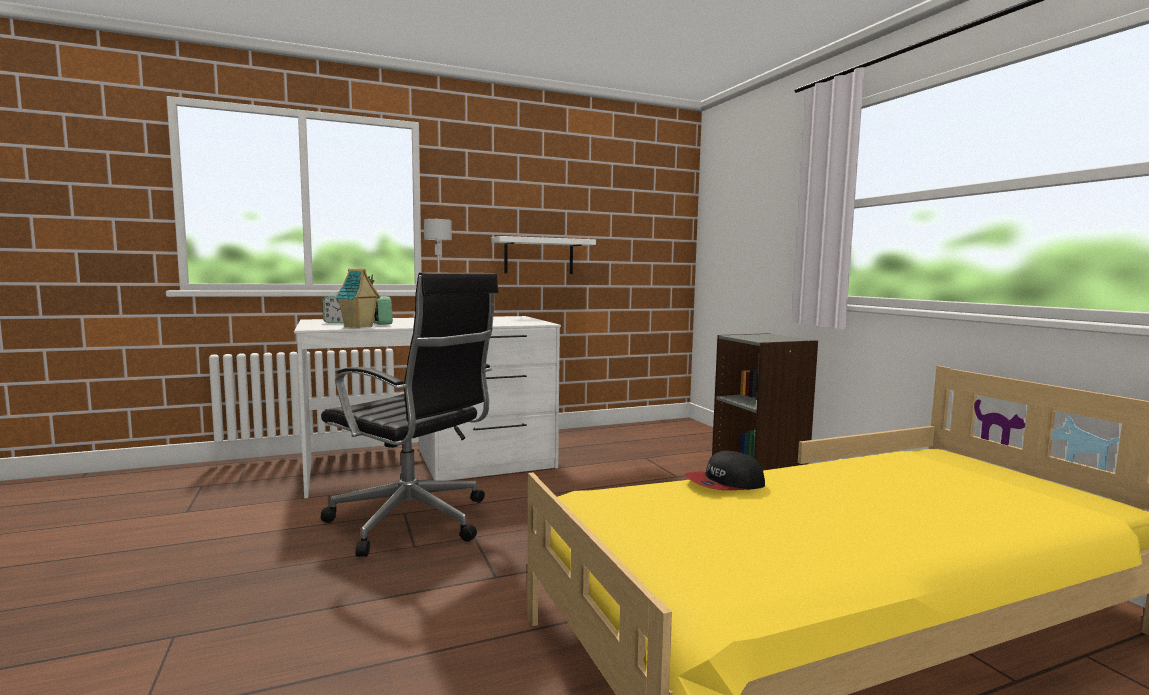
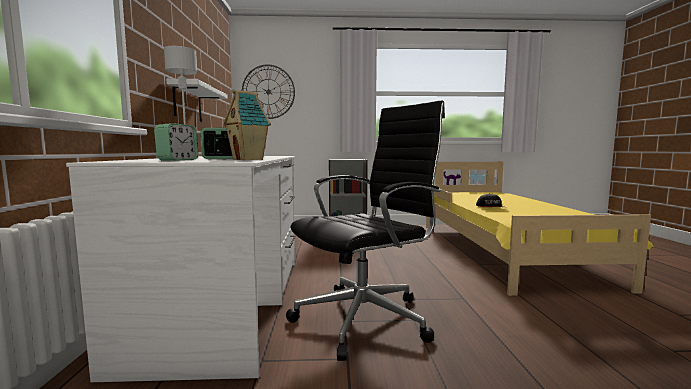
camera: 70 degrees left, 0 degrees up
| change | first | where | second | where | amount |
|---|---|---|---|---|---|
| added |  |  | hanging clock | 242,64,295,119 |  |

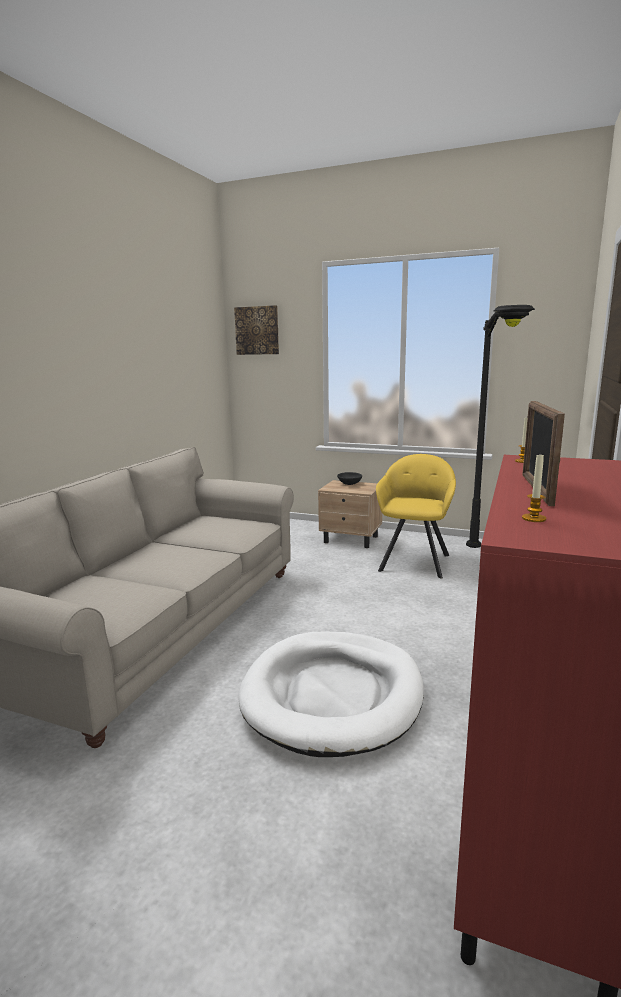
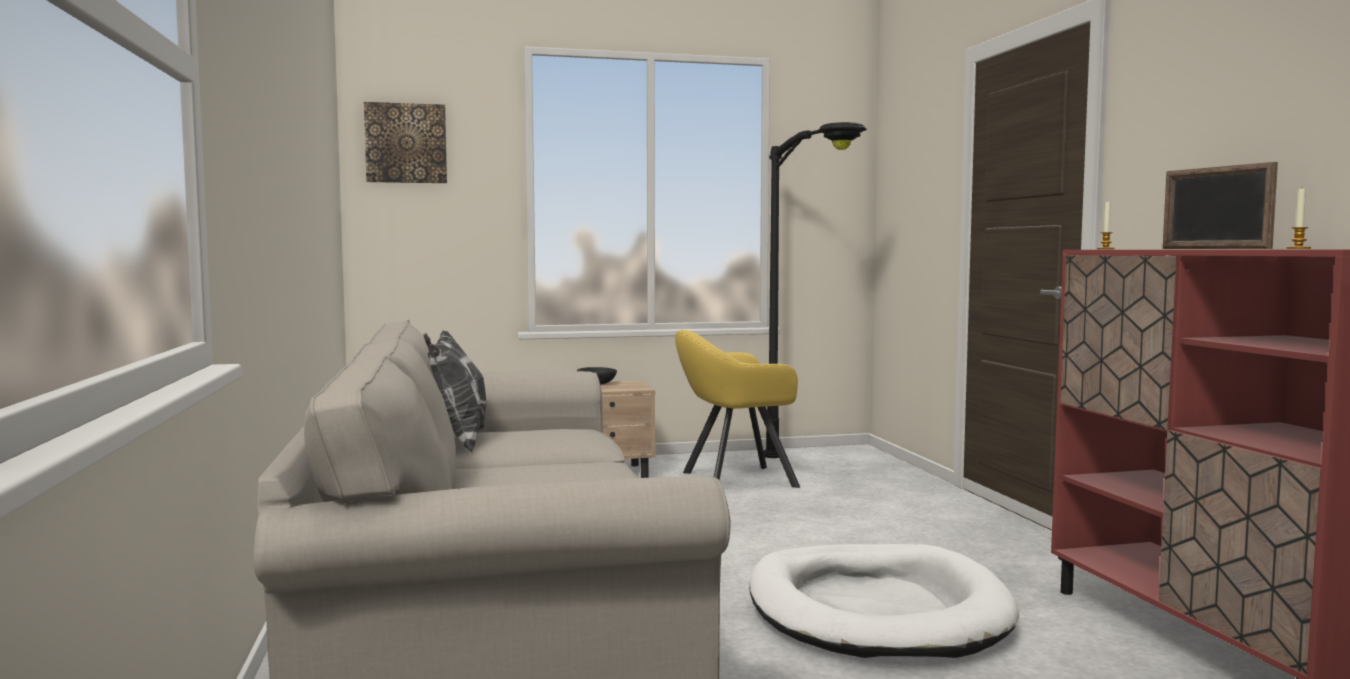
camera: 35 degrees left, 10 degrees down
| change | first | where | second | where | amount |
|---|---|---|---|---|---|
| turned | yellowish easy chair | 376,454,456,579 |  | 675,330,800,488 | 90 degrees counterclockwise |
| added |  |  | pillow | 423,330,487,452 |  |

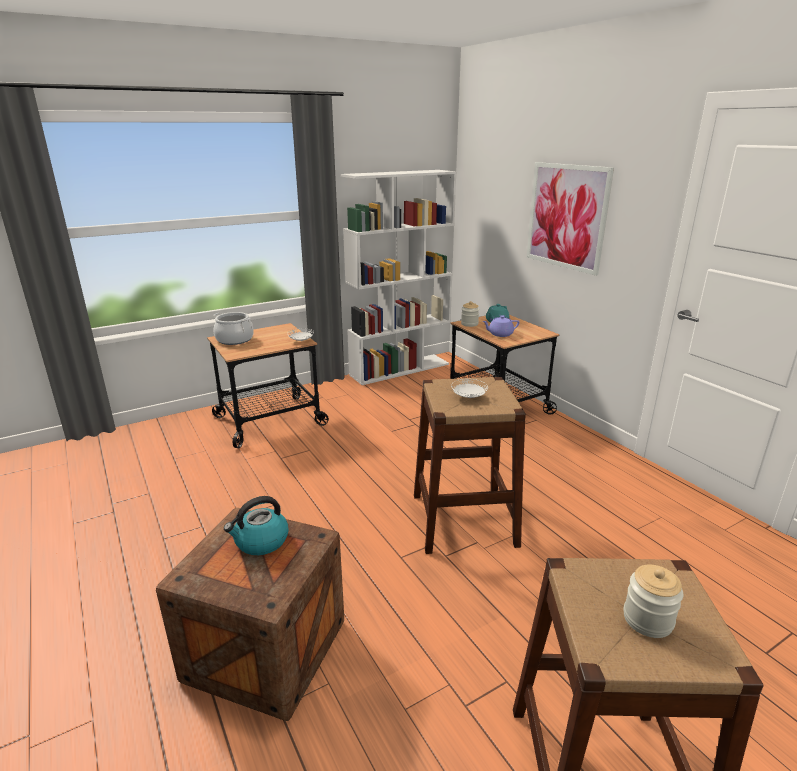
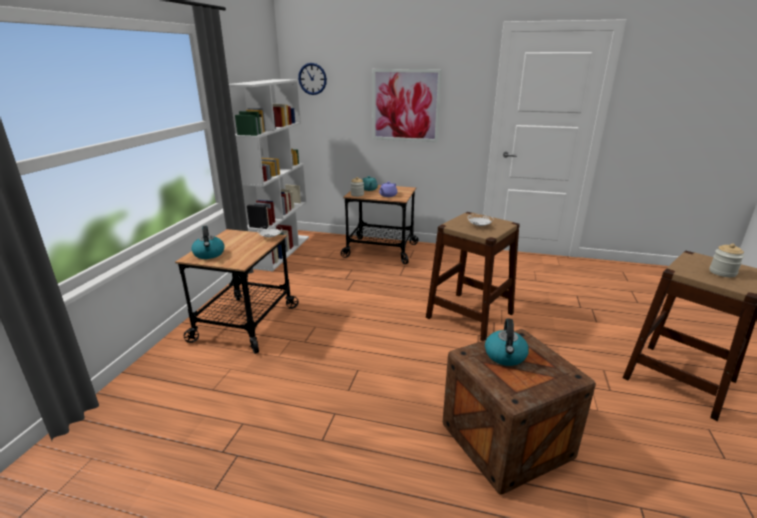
camera: 45 degrees left, 0 degrees up
| change | first | where | second | where | amount |
|---|---|---|---|---|---|
| replaced | cooking pot | 213,312,254,345 | tea kettle | 191,226,225,259 |  |
| added |  |  | hanging clock | 298,63,327,95 |  |

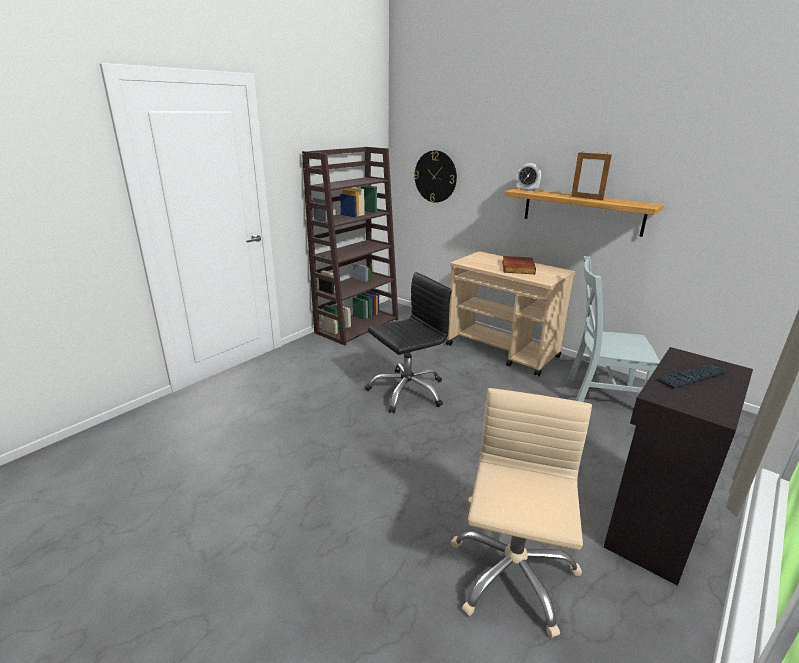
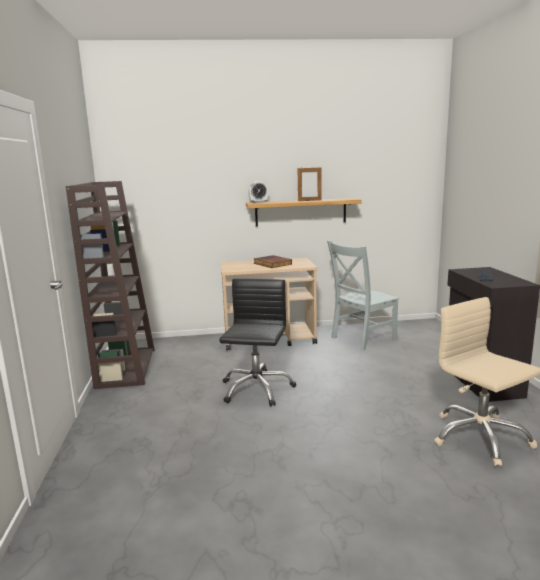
camera: 45 degrees left, 10 degrees down
| change | first | where | second | where | amount |
|---|---|---|---|---|---|
| removed | hanging clock | 414,150,457,203 |  |  |  |

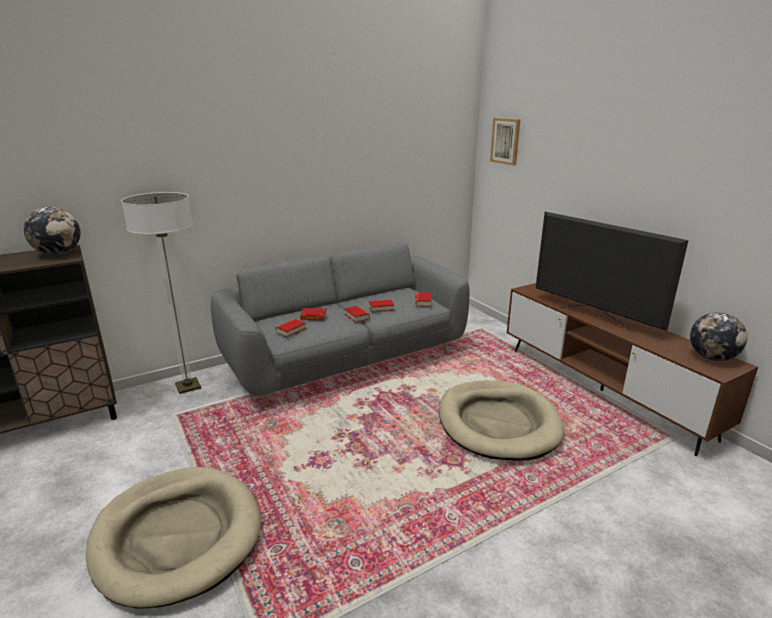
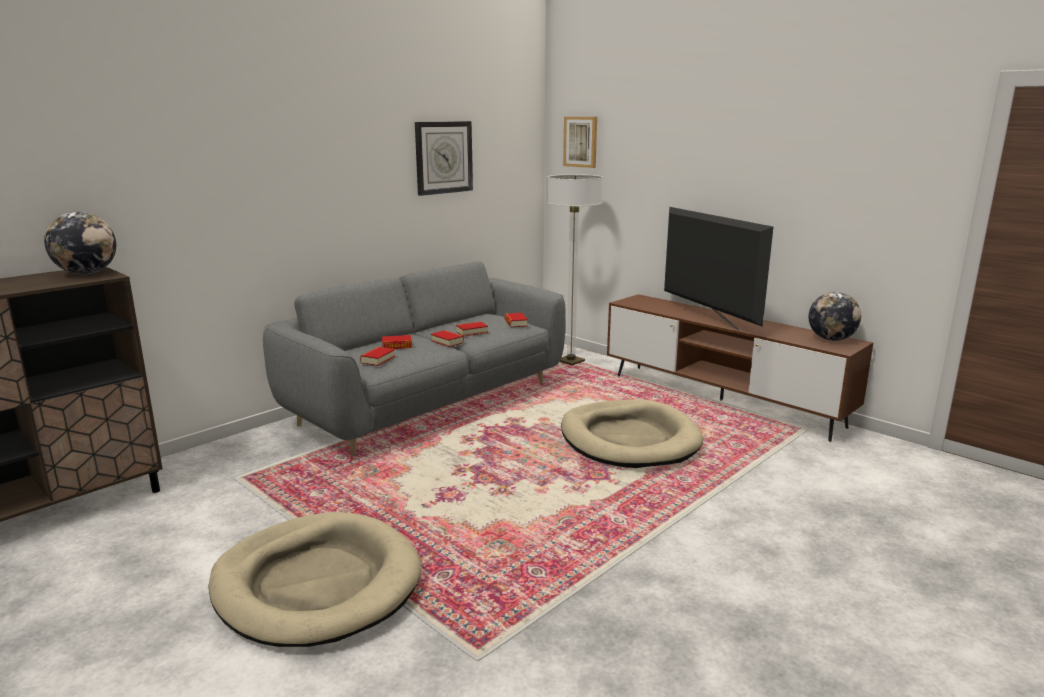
camera: 15 degrees left, 5 degrees down
| change | first | where | second | where | amount |
|---|---|---|---|---|---|
| moved | standard lamp | 121,192,201,394 |  | 547,174,603,366 |  |
| turned | television | 536,212,689,332 |  | 664,207,773,331 | 150 degrees counterclockwise |
| added |  |  | hanging clock | 415,121,473,196 |  |

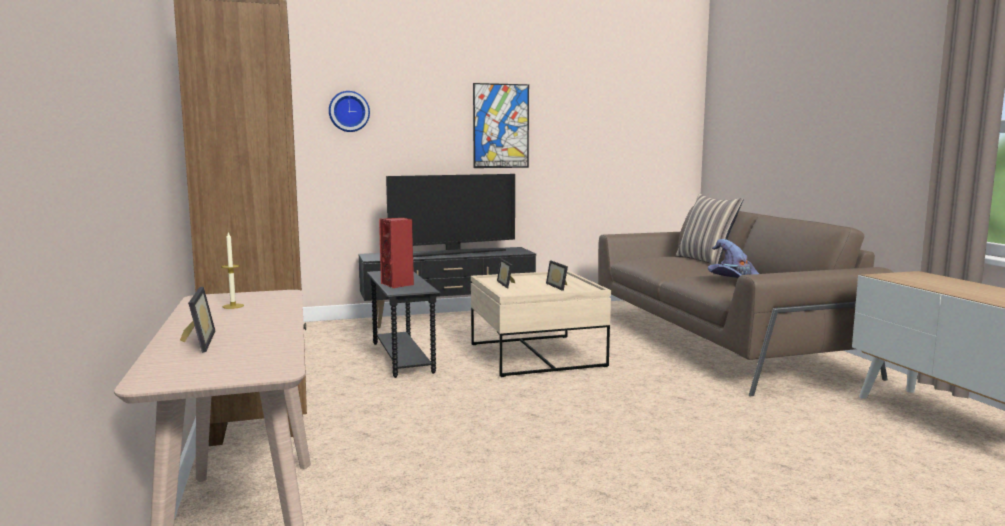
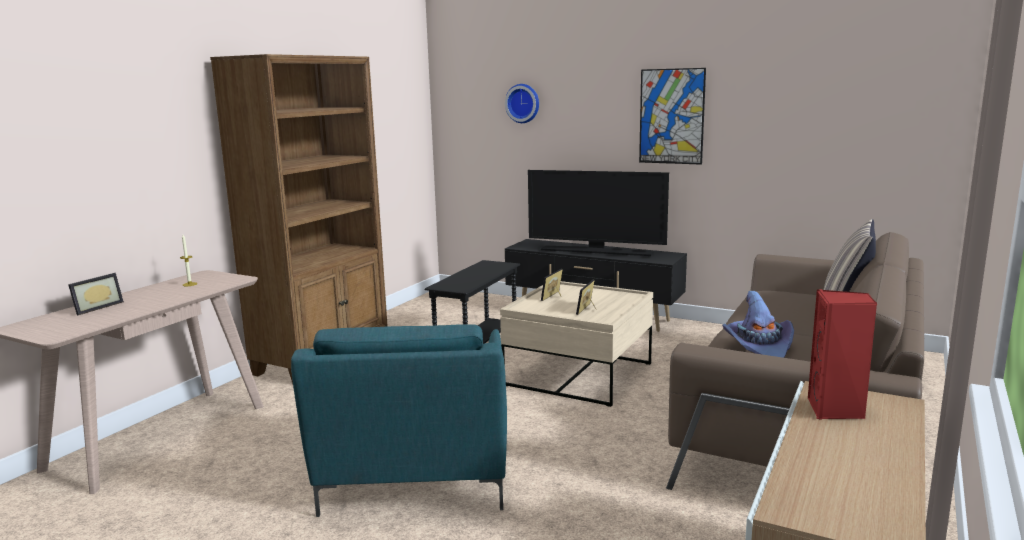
camera: 45 degrees right, 5 degrees up
| change | first | where | second | where | amount |
|---|---|---|---|---|---|
| moved | reddish loudspeaker | 379,218,414,288 |  | 808,289,878,420 |  |
| added |  |  | blue-green easy chair | 291,324,507,517 |  |

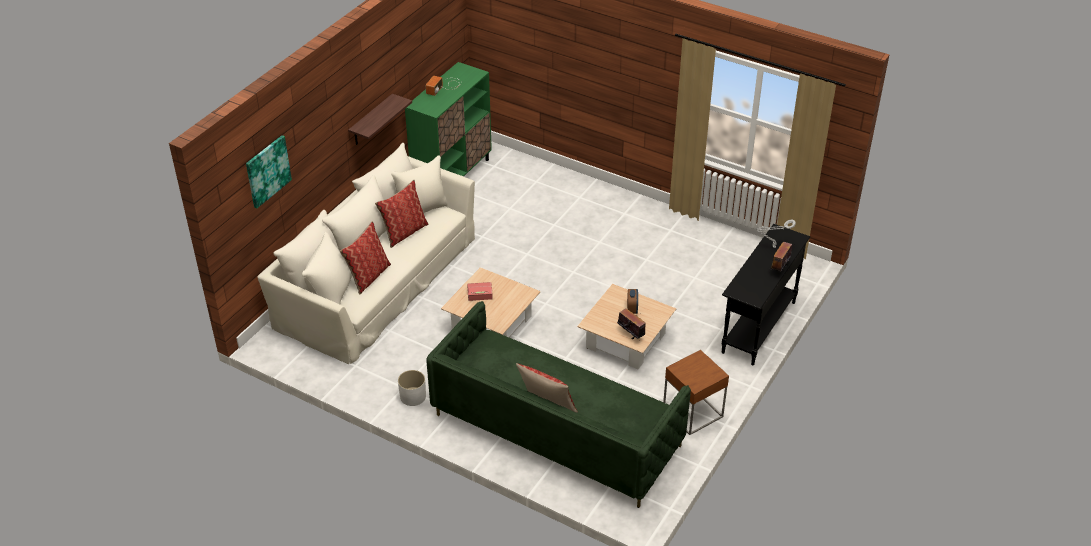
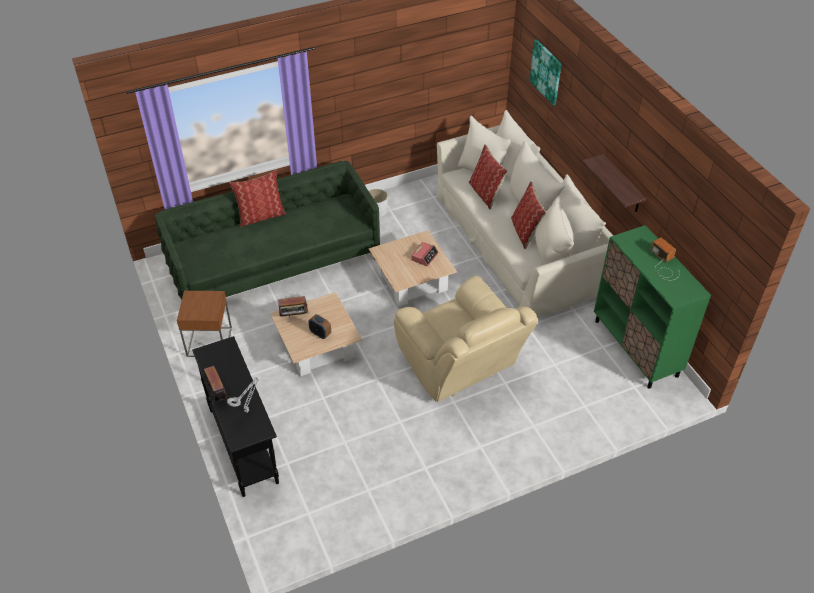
camera: 125 degrees right, 5 degrees up
| change | first | where | second | where | amount |
|---|---|---|---|---|---|
| added |  |  | beige-coloured easy chair | 394,276,538,402 |  |

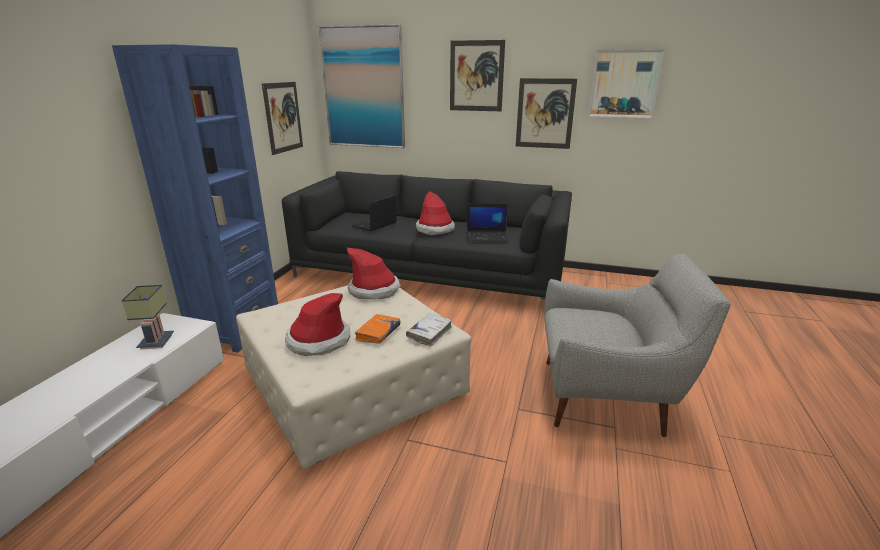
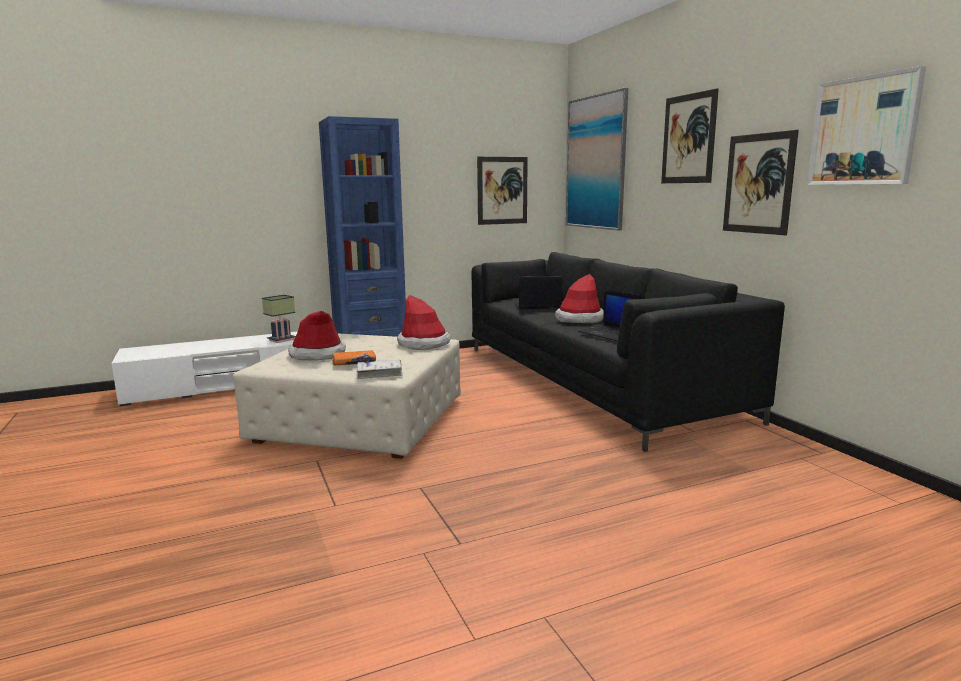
camera: 50 degrees right, 10 degrees down
| change | first | where | second | where | amount |
|---|---|---|---|---|---|
| removed | greyish easy chair | 544,253,731,437 |  |  |  |

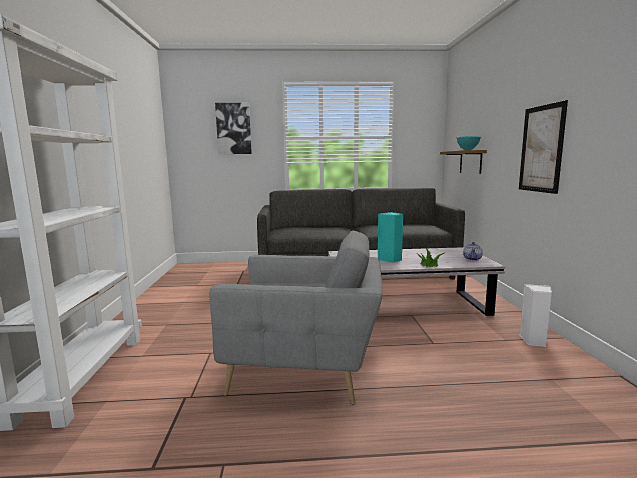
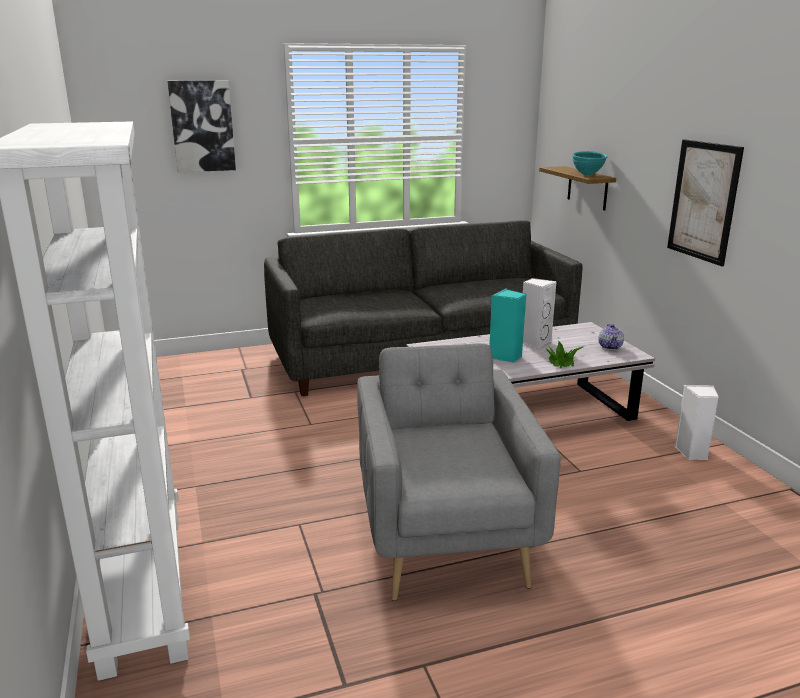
camera: 15 degrees left, 10 degrees up
| change | first | where | second | where | amount |
|---|---|---|---|---|---|
| turned | greyish easy chair | 209,231,383,405 |  | 357,343,561,601 | 90 degrees counterclockwise |
| added |  |  | white-coloured loudspeaker | 523,278,557,348 |  |

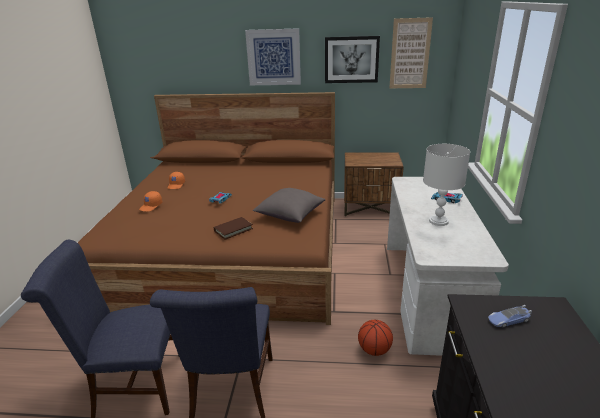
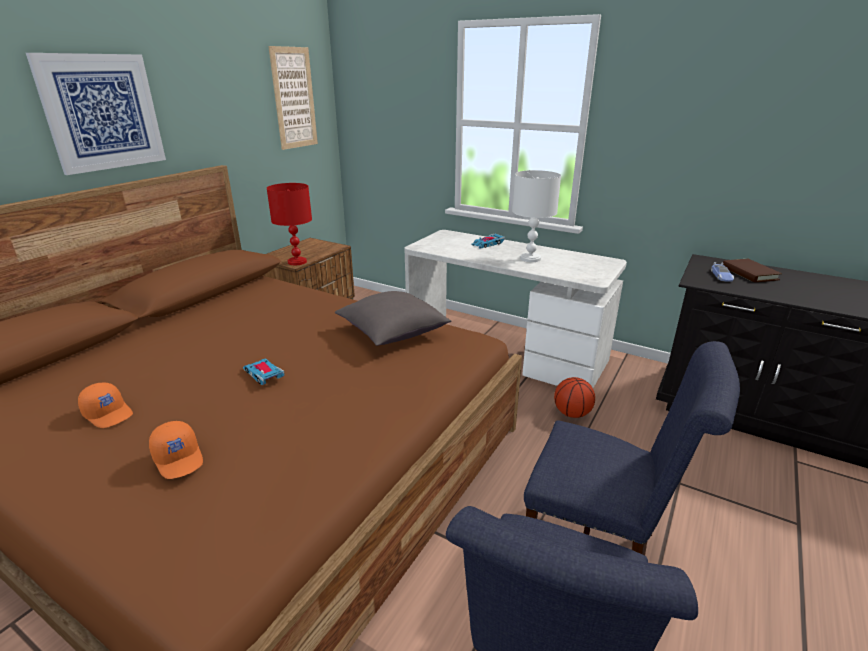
camera: 65 degrees left, 0 degrees up
| change | first | where | second | where | amount |
|---|---|---|---|---|---|
| moved | brown book | 214,217,253,240 |  | 723,259,782,282 |  |
| removed | wall picture | 325,36,380,83 |  |  |  |
| added |  |  | reddish lamp for a table | 267,183,312,265 |  |

